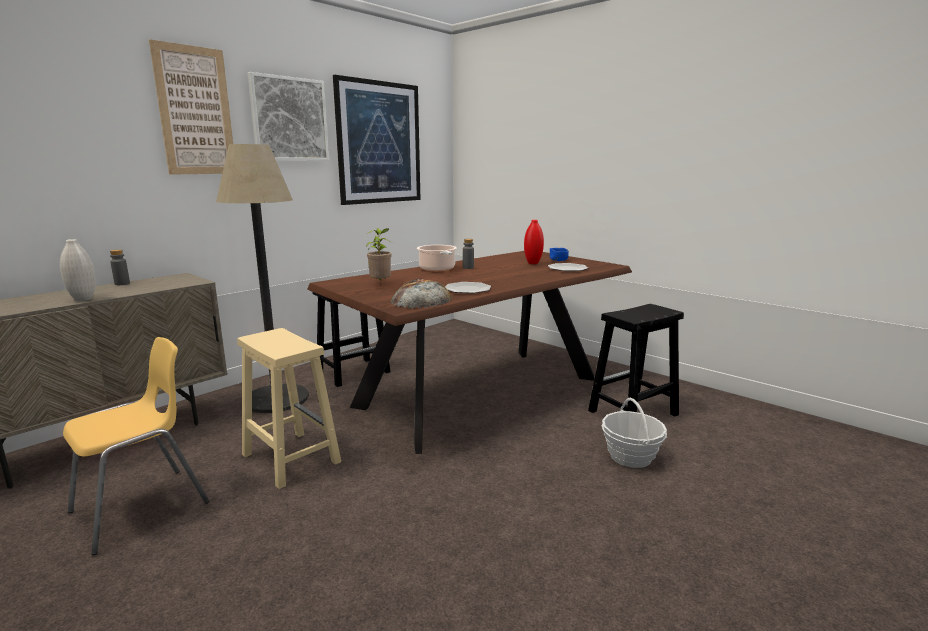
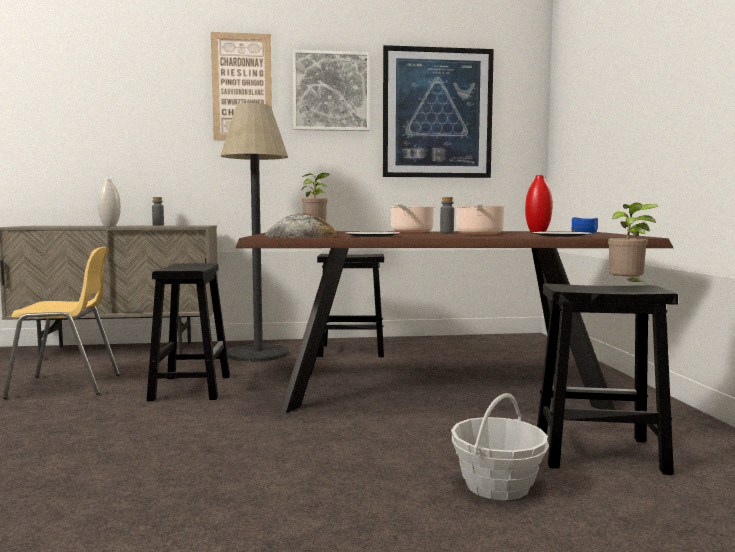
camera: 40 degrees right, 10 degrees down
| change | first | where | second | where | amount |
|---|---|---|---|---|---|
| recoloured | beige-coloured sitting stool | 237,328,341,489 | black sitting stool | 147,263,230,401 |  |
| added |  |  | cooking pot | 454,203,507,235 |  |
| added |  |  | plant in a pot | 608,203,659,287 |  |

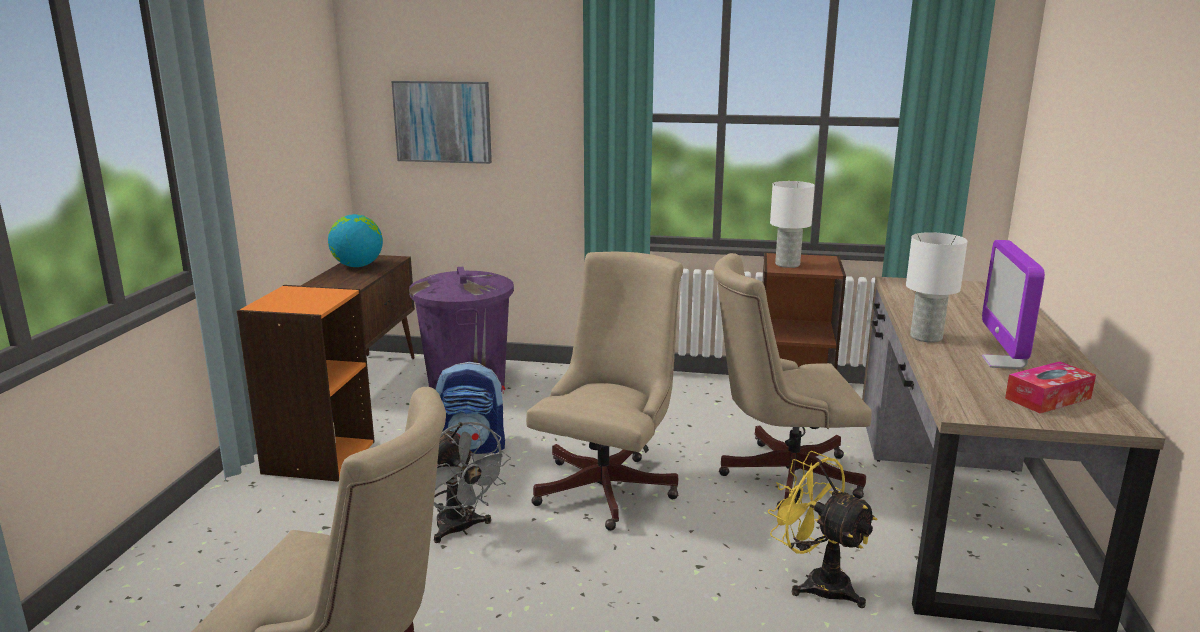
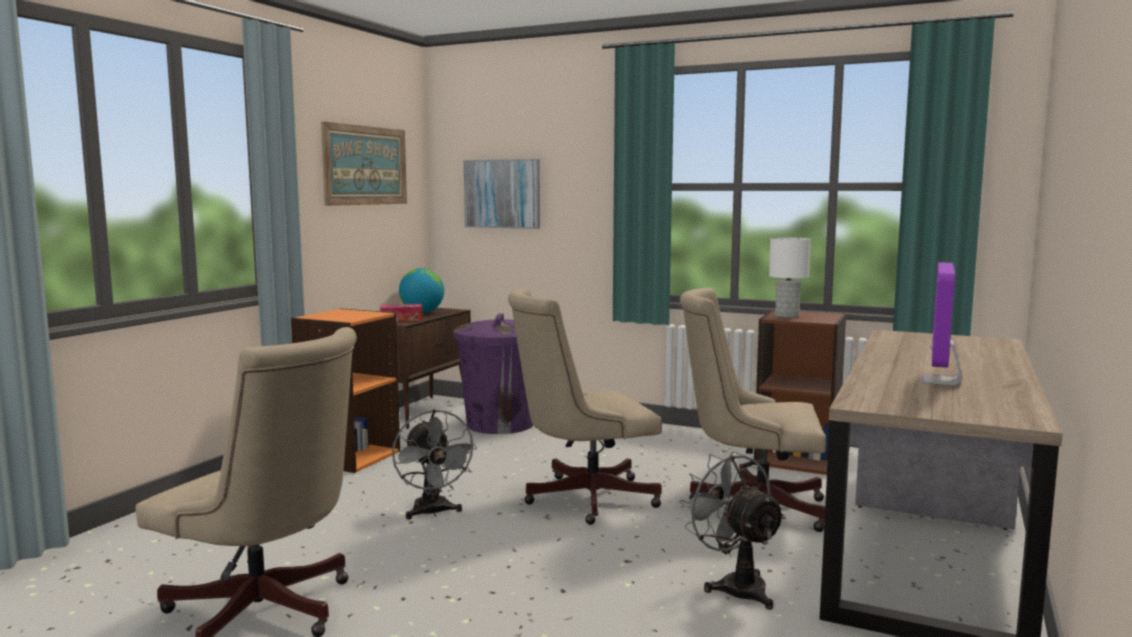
camera: 15 degrees right, 10 degrees down
| change | first | where | second | where | amount |
|---|---|---|---|---|---|
| removed | knapsack | 436,362,505,454 |  |  |  |
| turned | beige-coloured office chair | 526,252,683,531 |  | 508,288,662,525 | 150 degrees counterclockwise |
| recoloured | yellowish electric fan | 768,451,877,608 | greyish electric fan | 680,451,786,610 |  |
| removed | white-coloured lamp for a table | 906,232,967,343 |  |  |  |
| moved | box of tissues | 1005,361,1096,414 |  | 380,304,423,321 |  |
| added |  |  | wall picture | 321,121,407,206 |  |

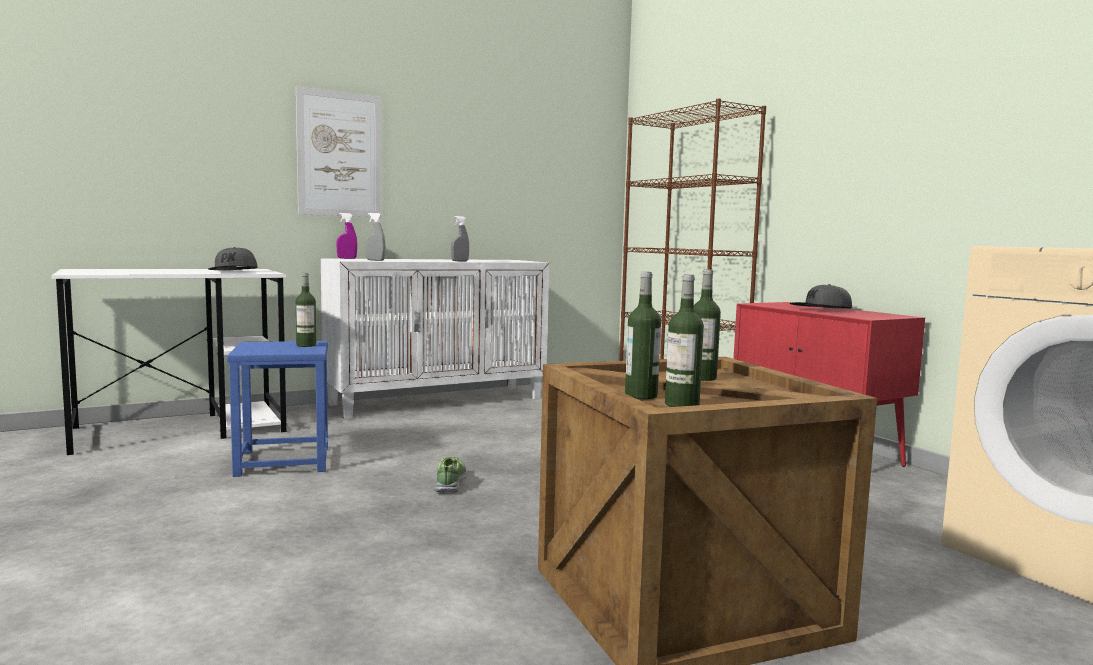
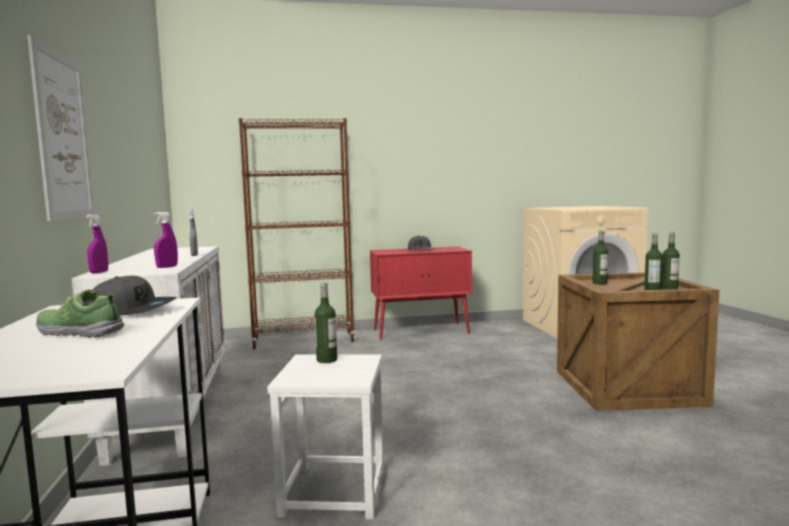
camera: 70 degrees left, 0 degrees up
| change | first | where | second | where | amount |
|---|---|---|---|---|---|
| recoloured | bluish sitting stool | 227,341,328,477 | white-coloured sitting stool | 267,355,384,520 |  |
| recoloured | greyish spray bottle | 366,213,385,261 | purplish spray bottle | 154,212,178,268 |  |
| moved | low shoe | 435,456,467,493 |  | 36,290,124,338 |  |

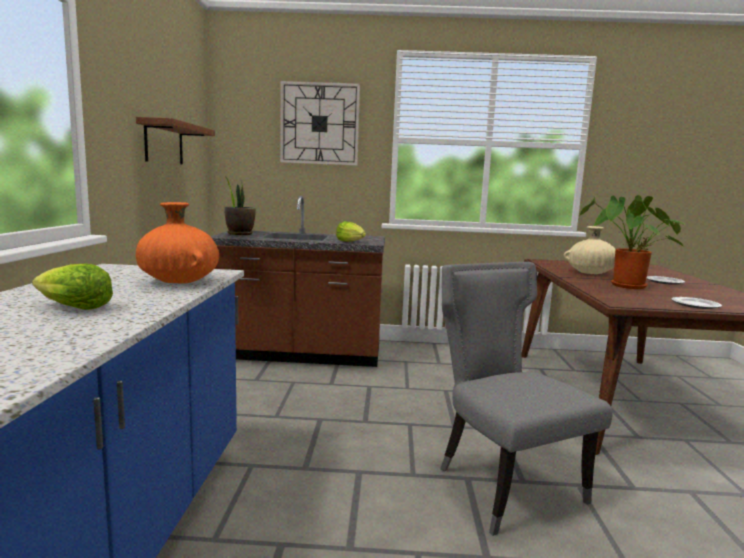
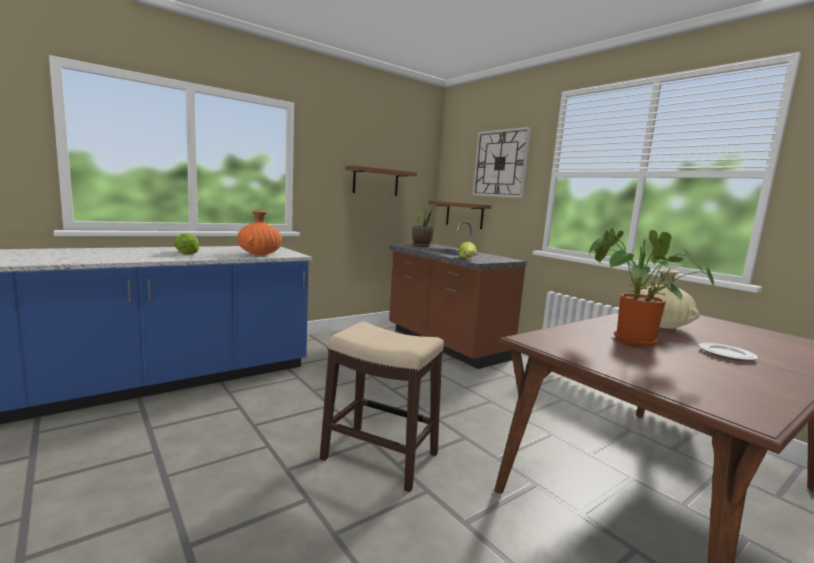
camera: 50 degrees right, 0 degrees up
| change | first | where | second | where | amount |
|---|---|---|---|---|---|
| replaced | greyish chair | 440,262,612,536 | sitting stool | 320,322,444,492 |  |
| removed | dinner plate | 671,297,722,309 |  |  |  |
| added |  |  | brown wall shelf | 428,201,491,229 |  |

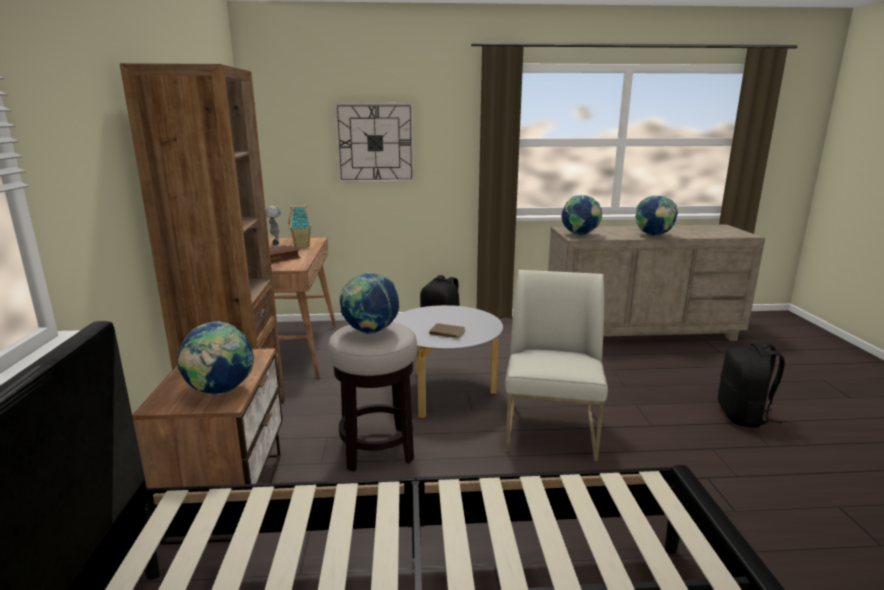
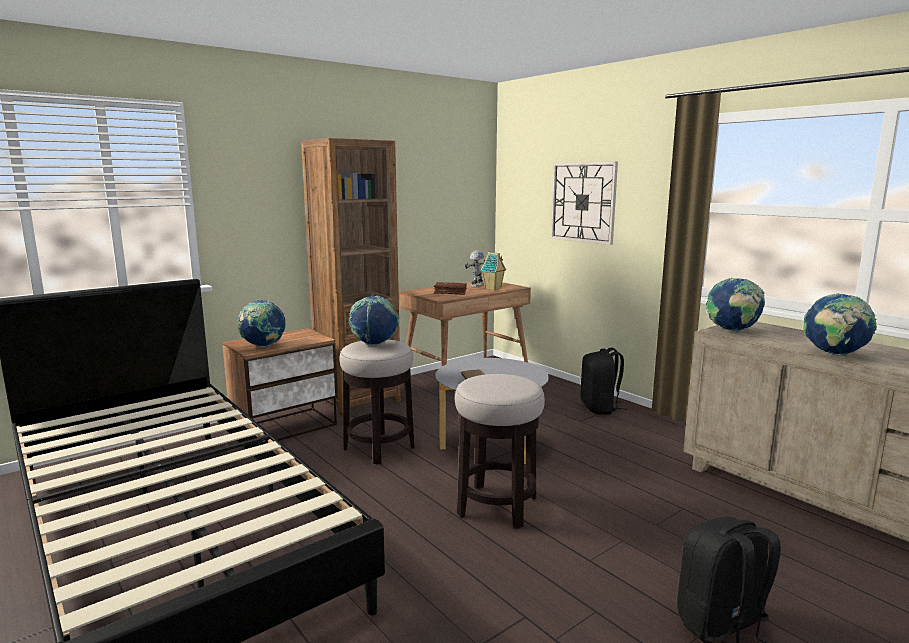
camera: 55 degrees right, 5 degrees down
| change | first | where | second | where | amount |
|---|---|---|---|---|---|
| replaced | white-coloured chair | 505,270,608,461 | sitting stool | 455,374,545,529 |  |

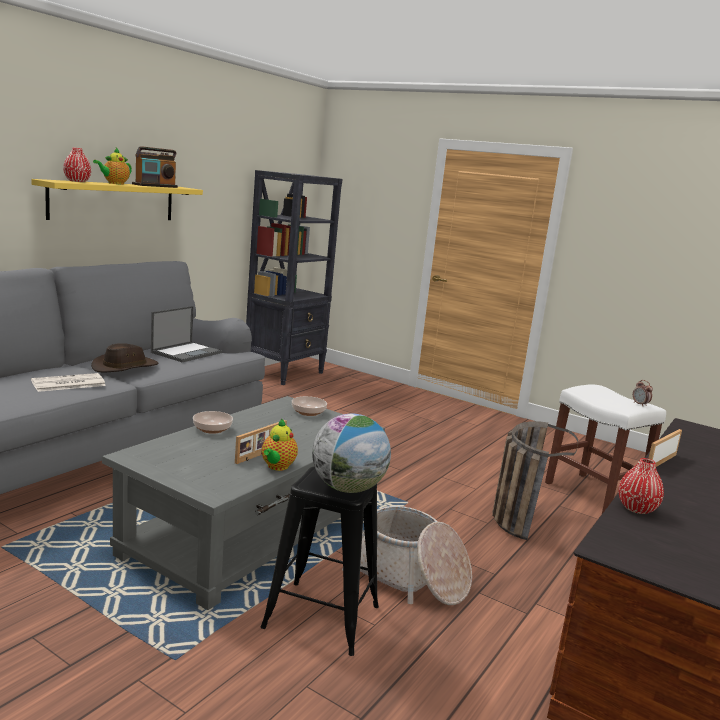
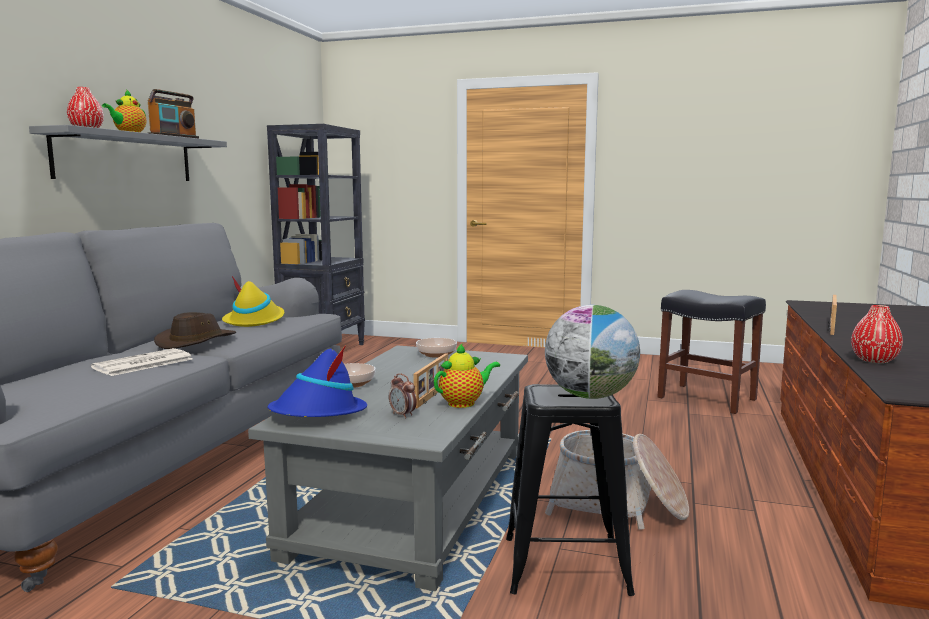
camera: 15 degrees left, 5 degrees down
| change | first | where | second | where | amount |
|---|---|---|---|---|---|
| recoloured | yellowish wall shelf | 31,179,203,220 | greyish wall shelf | 29,125,227,181 |  |
| replaced | portable computer | 151,306,222,362 | yellowish clothing hat | 222,276,284,327 |  |
| turned | teapot | 262,418,298,471 |  | 434,343,500,408 | 120 degrees counterclockwise |
| removed | household basket | 492,421,578,540 |  |  |  |
| recoloured | white-coloured sitting stool | 545,384,666,514 | black sitting stool | 658,290,766,414 |  |
| moved | table clock | 633,380,653,406 |  | 389,373,417,419 |  |
| added |  |  | bluish clothing hat | 267,345,367,417 |  |

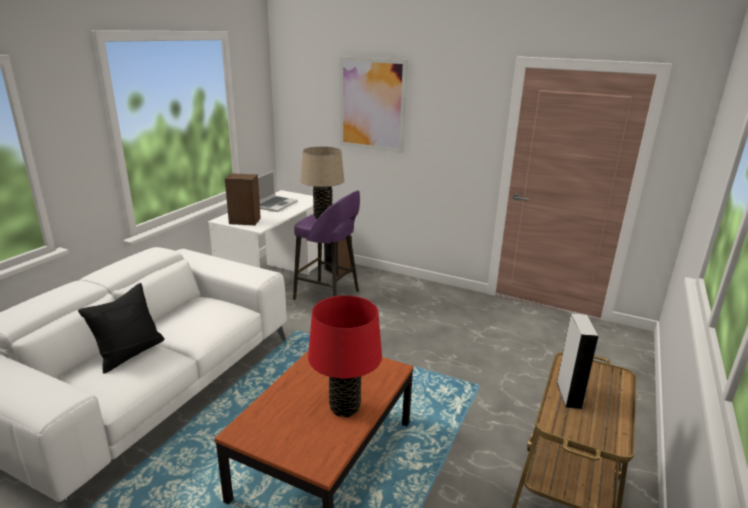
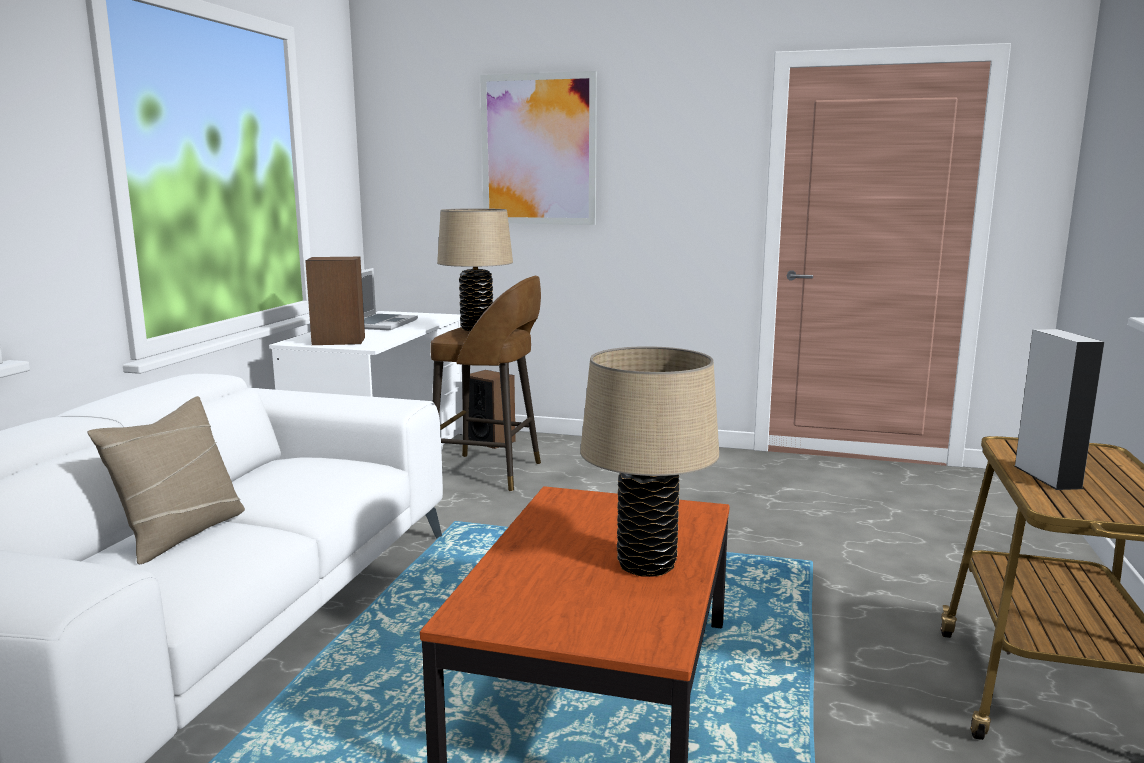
camera: 10 degrees left, 10 degrees down
| change | first | where | second | where | amount |
|---|---|---|---|---|---|
| recoloured | black pillow | 78,283,165,373 | beige-coloured pillow | 88,396,245,564 |  |
| recoloured | purplish sitting stool | 293,191,360,300 | brown sitting stool | 430,276,541,492 |  |
| recoloured | reddish lamp for a table | 308,295,382,417 | beige-coloured lamp for a table | 580,346,719,577 |  |

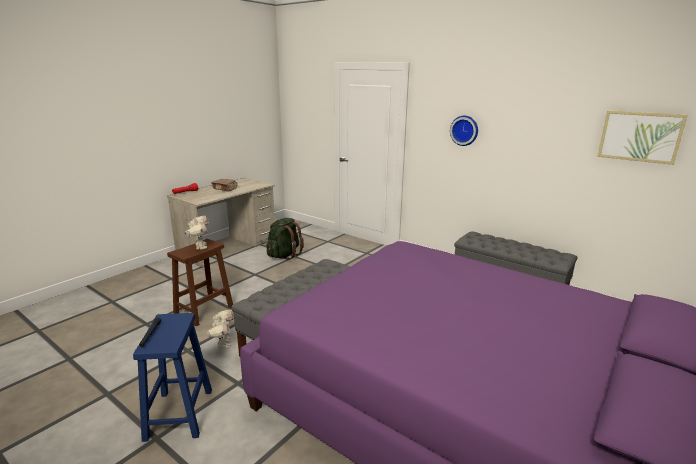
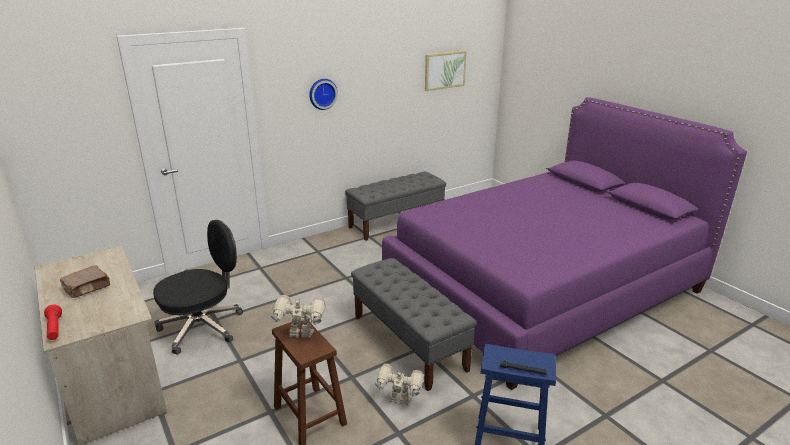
camera: 70 degrees left, 5 degrees up
| change | first | where | second | where | amount |
|---|---|---|---|---|---|
| replaced | greenish knapsack | 267,218,304,260 | black office chair | 153,220,243,355 |  |

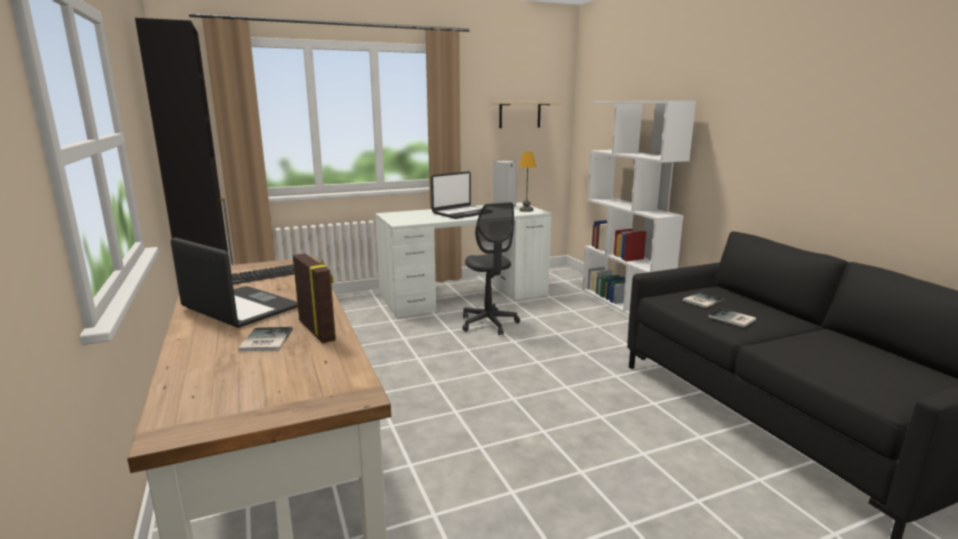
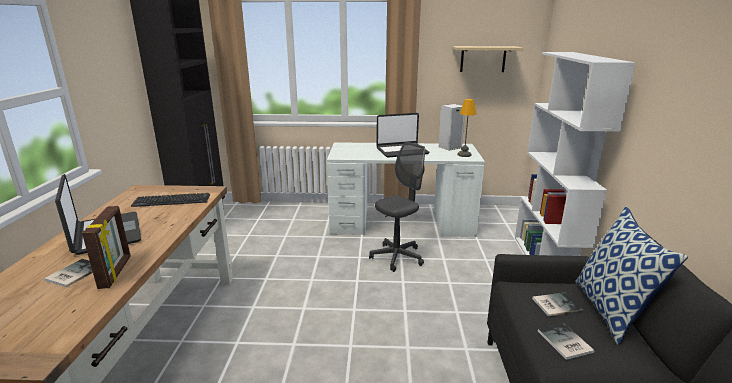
camera: 25 degrees right, 5 degrees up
| change | first | where | second | where | amount |
|---|---|---|---|---|---|
| turned | greyish office chair | 462,202,520,335 |  | 369,142,425,272 | 135 degrees counterclockwise |
| added |  |  | pillow | 575,207,688,345 |  |

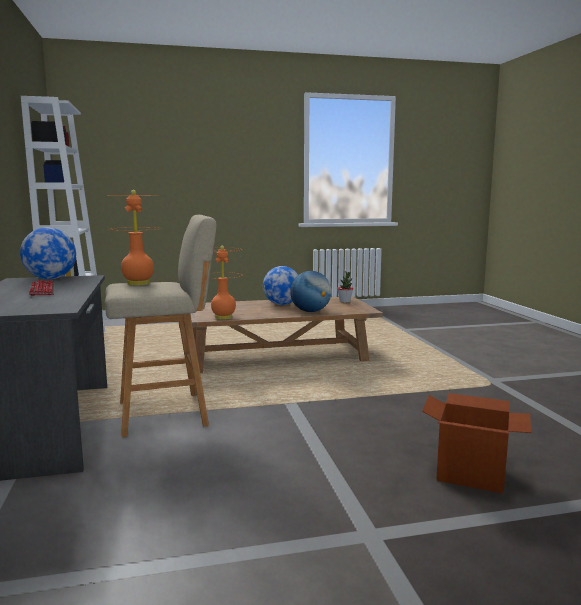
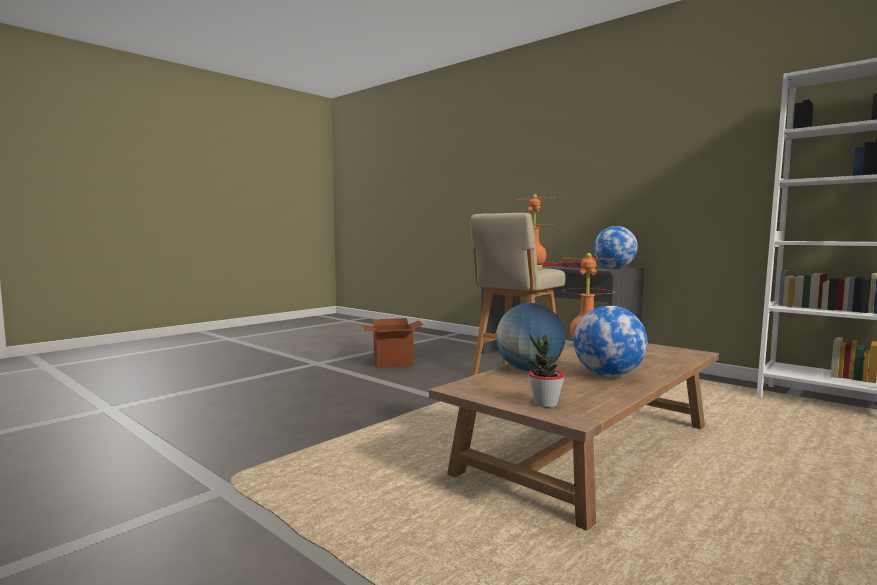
camera: 145 degrees right, 5 degrees down
| change | first | where | second | where | amount |
|---|---|---|---|---|---|
| moved | carton | 422,393,531,493 |  | 363,318,423,368 |  |

